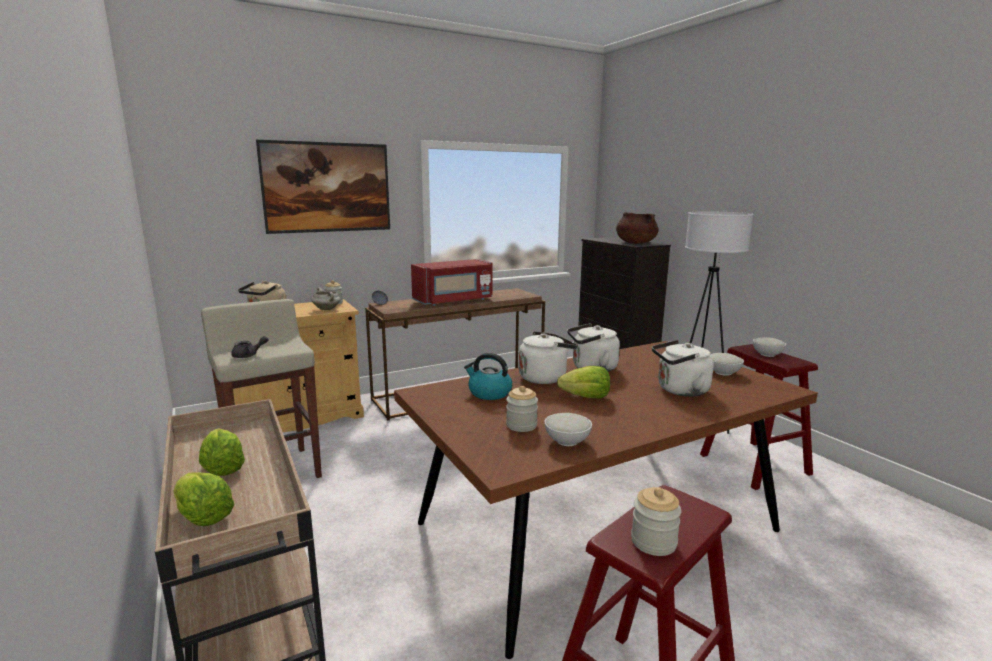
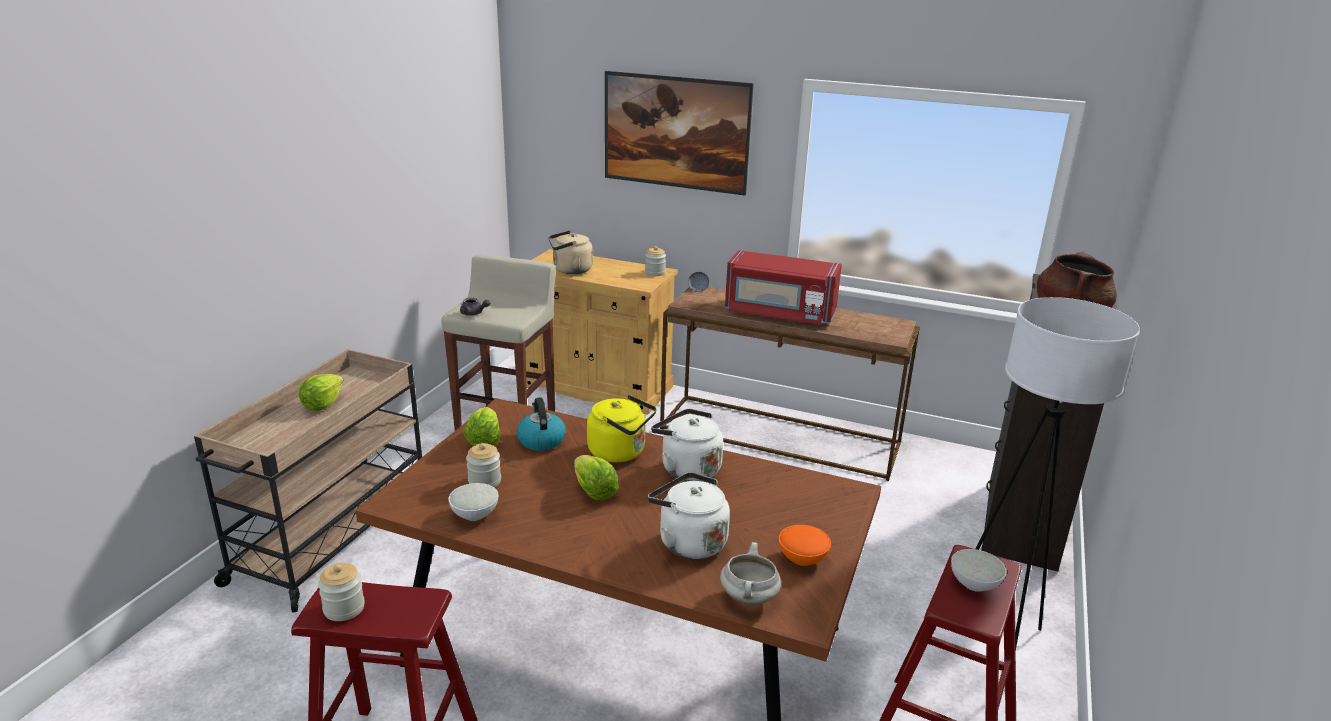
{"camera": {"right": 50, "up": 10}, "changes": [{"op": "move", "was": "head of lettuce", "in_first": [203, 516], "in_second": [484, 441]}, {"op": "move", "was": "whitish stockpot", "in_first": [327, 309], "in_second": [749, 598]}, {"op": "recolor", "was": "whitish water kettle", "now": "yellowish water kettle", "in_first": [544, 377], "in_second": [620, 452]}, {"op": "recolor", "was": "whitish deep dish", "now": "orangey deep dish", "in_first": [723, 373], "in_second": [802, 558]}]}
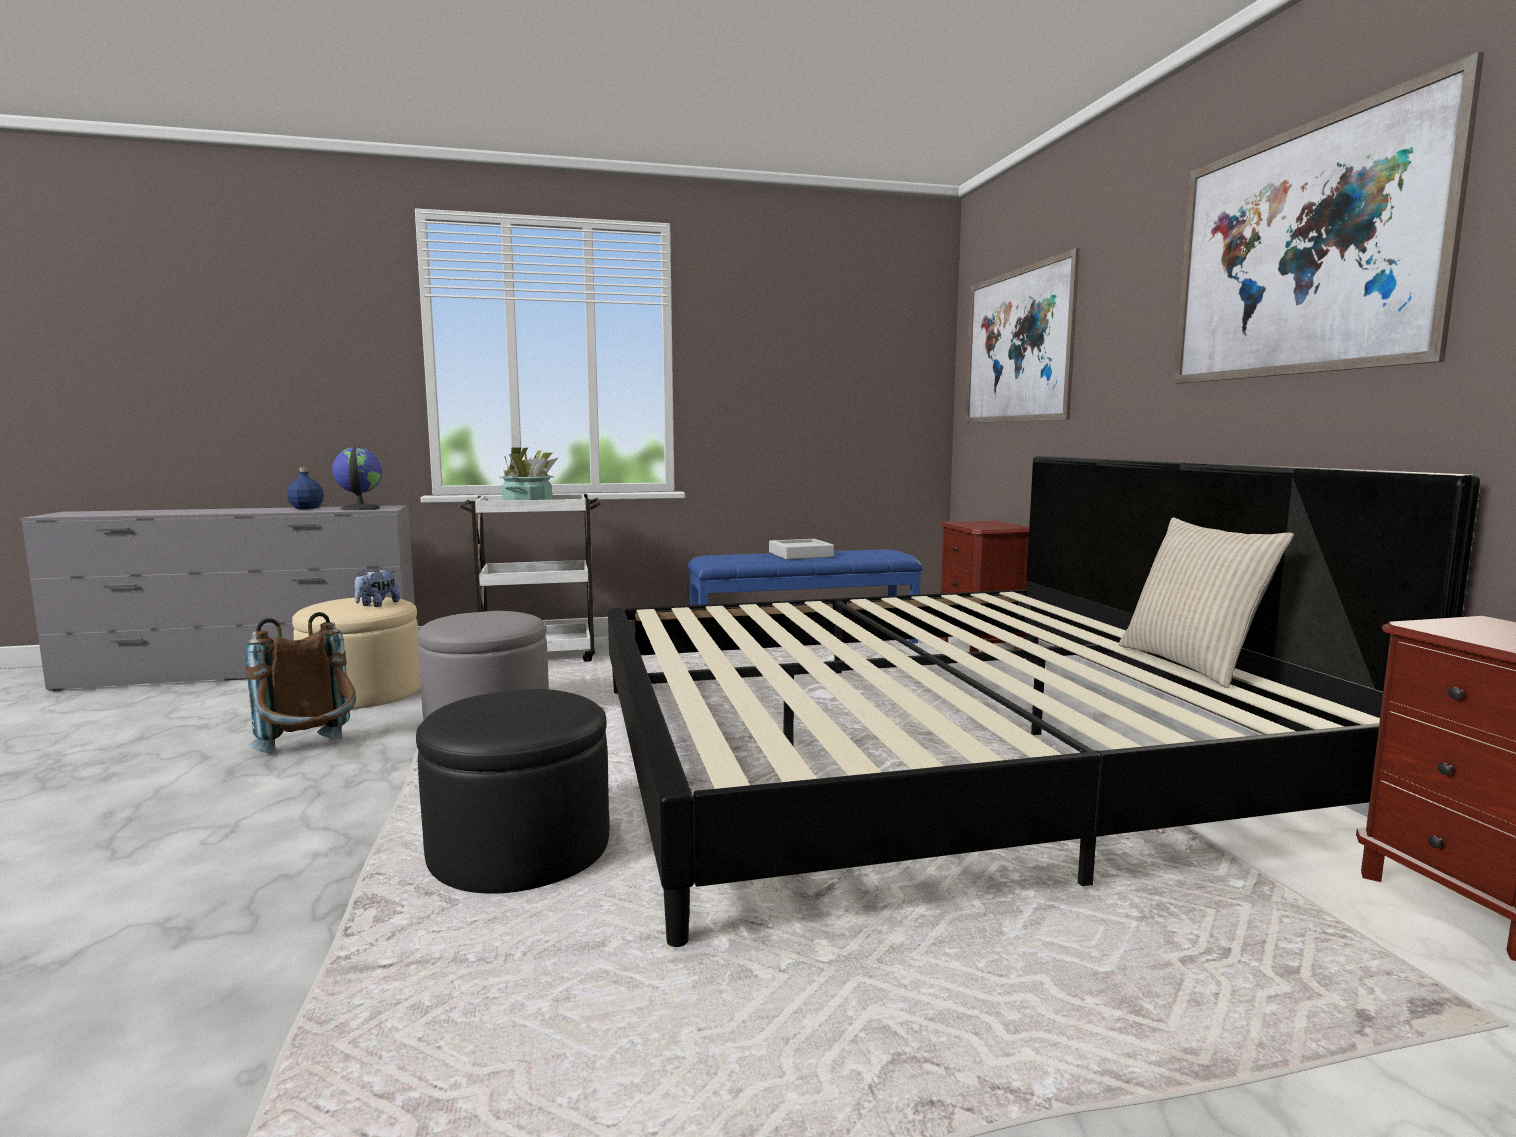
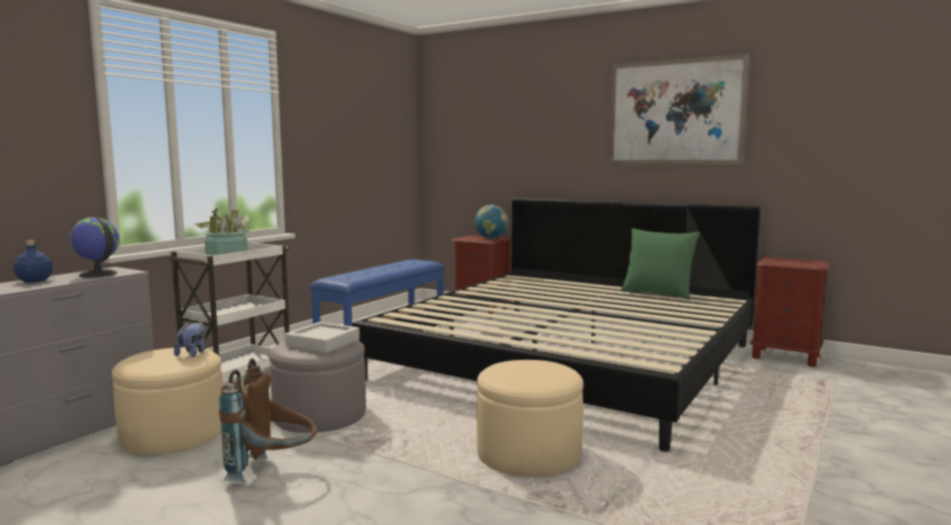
{"camera": {"right": -45, "up": 0}, "changes": [{"op": "delete", "was": "wall picture", "in_first": [1016, 346]}, {"op": "insert", "now": "globe", "in_second": [491, 238]}, {"op": "move", "was": "greyish tray", "in_first": [800, 555], "in_second": [323, 343]}, {"op": "recolor", "was": "blackish ottoman", "now": "beige ottoman", "in_first": [520, 848], "in_second": [528, 453]}, {"op": "recolor", "was": "beige pillow", "now": "green pillow", "in_first": [1191, 664], "in_second": [658, 293]}, {"op": "rotate", "was": "cuddly toy", "in_first": [377, 605], "in_second": [192, 353], "clockwise": -150}]}
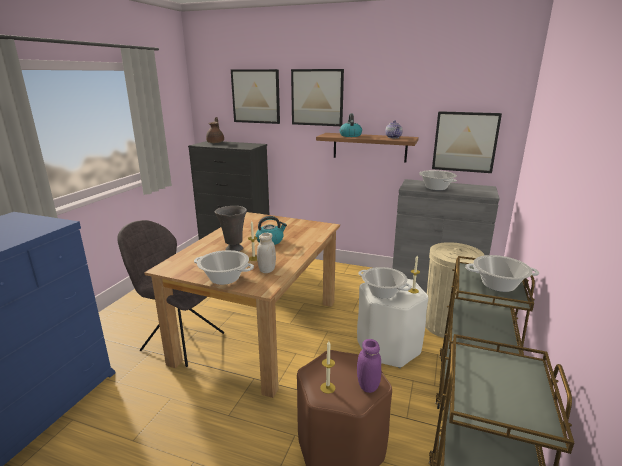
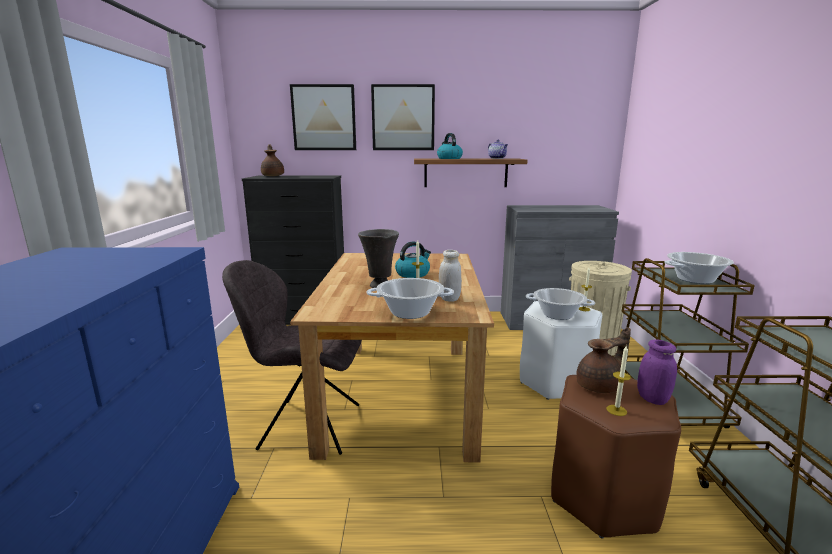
{"camera": {"right": -20, "up": -5}, "changes": [{"op": "delete", "was": "stockpot", "in_first": [436, 188]}, {"op": "delete", "was": "wall picture", "in_first": [465, 142]}, {"op": "insert", "now": "brownish teapot", "in_second": [600, 386]}]}
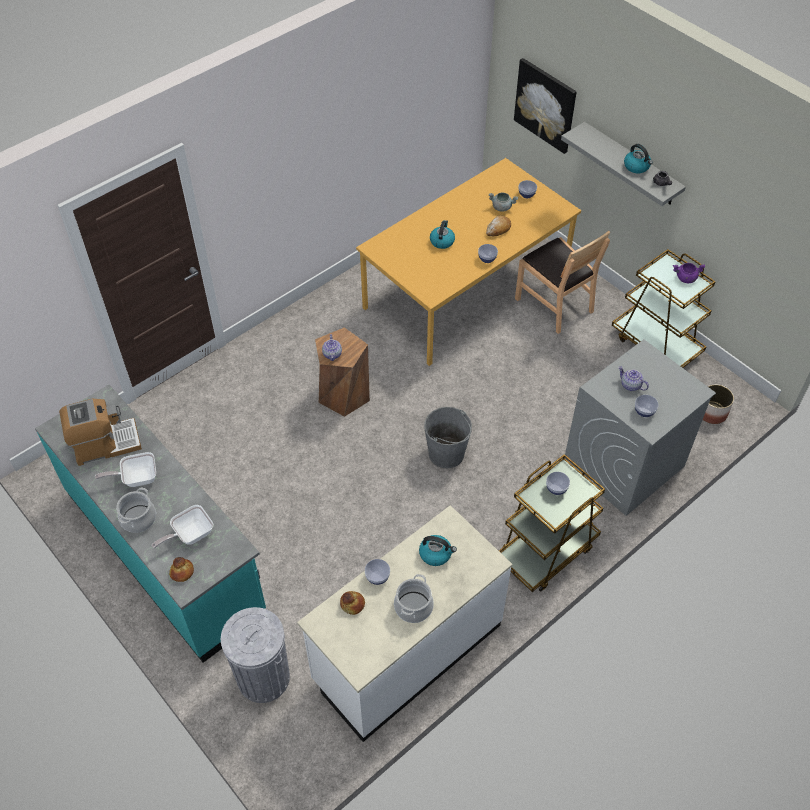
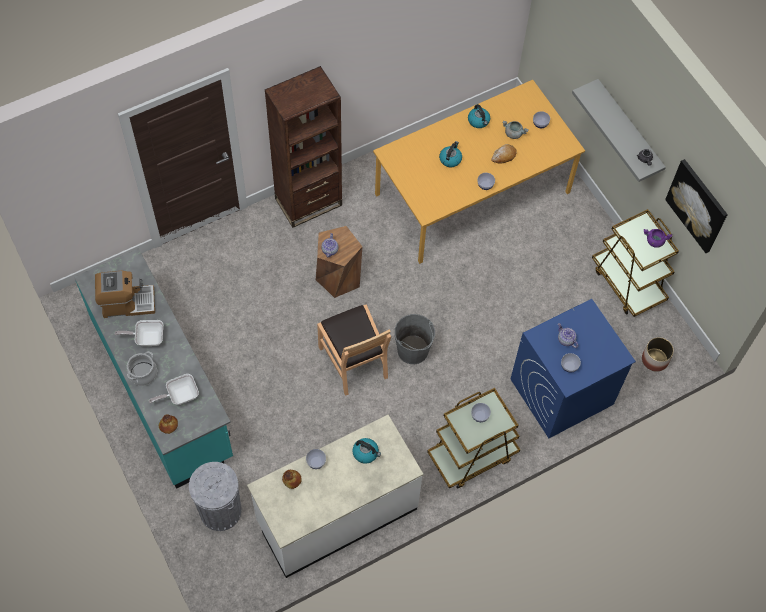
{"camera": {"right": 10, "up": 10}, "changes": [{"op": "delete", "was": "stockpot", "in_first": [413, 607]}, {"op": "insert", "now": "brownish bookshelf", "in_second": [308, 202]}, {"op": "move", "was": "wall picture", "in_first": [545, 105], "in_second": [697, 205]}, {"op": "move", "was": "brownish plain chair", "in_first": [554, 304], "in_second": [354, 361]}, {"op": "move", "was": "water kettle", "in_first": [637, 167], "in_second": [479, 121]}, {"op": "recolor", "was": "greyish washing machine", "now": "blue washing machine", "in_first": [623, 465], "in_second": [561, 392]}]}
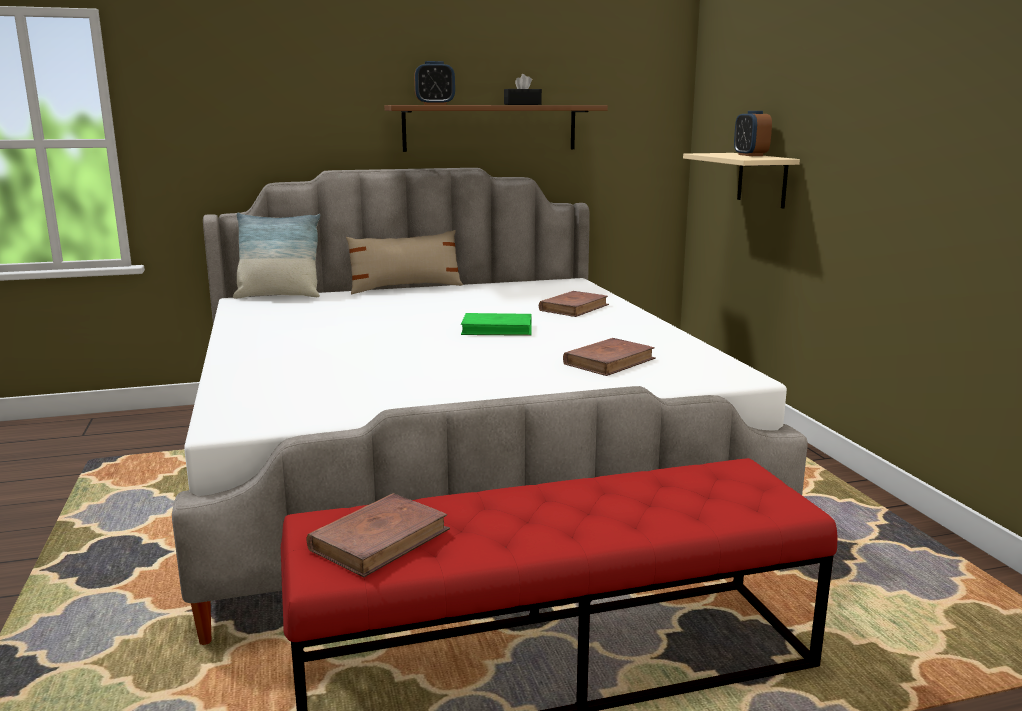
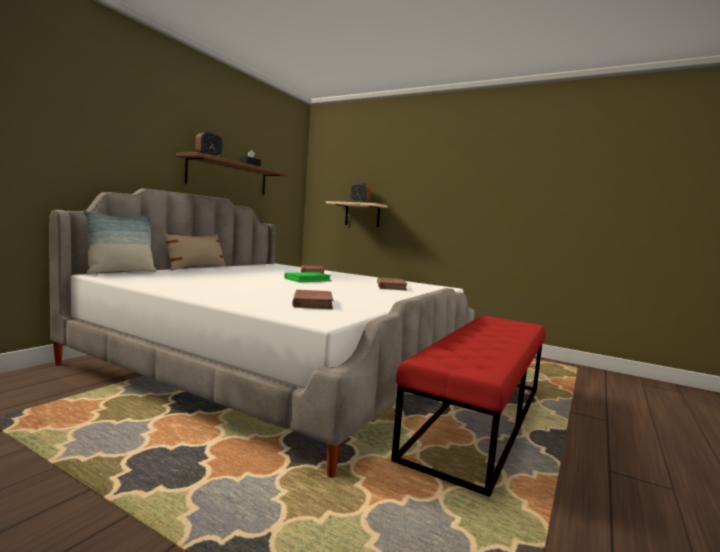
{"camera": {"right": -45, "up": -10}, "changes": [{"op": "move", "was": "brownish volume", "in_first": [380, 539], "in_second": [312, 303]}]}
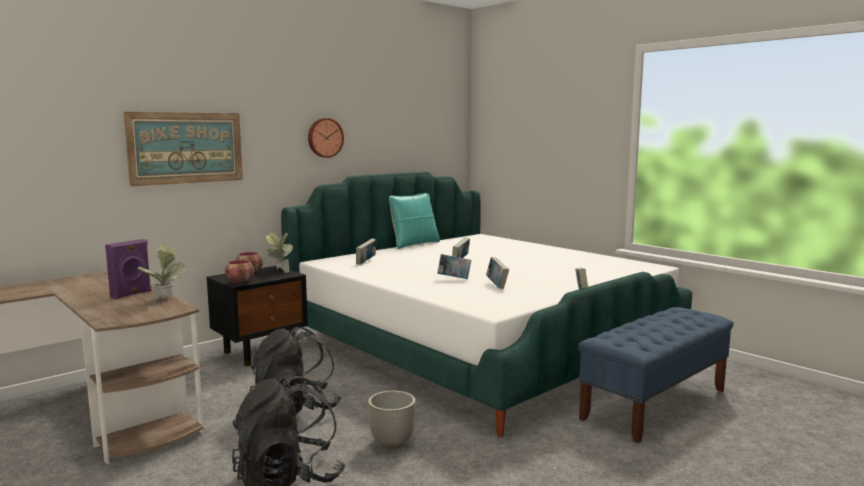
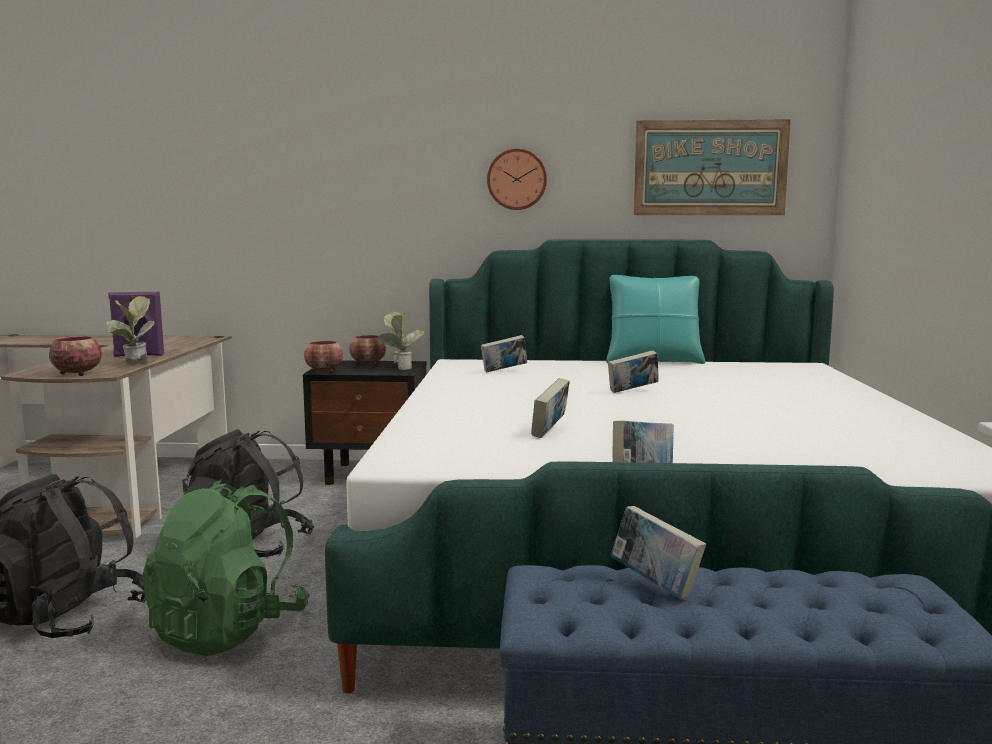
{"camera": {"right": 45, "up": 0}, "changes": [{"op": "insert", "now": "deep dish", "in_second": [77, 374]}, {"op": "move", "was": "wall picture", "in_first": [186, 148], "in_second": [710, 168]}, {"op": "move", "was": "volume", "in_first": [454, 279], "in_second": [655, 585]}, {"op": "replace", "was": "flower pot", "now": "green knapsack", "in_first": [392, 442], "in_second": [229, 630]}]}
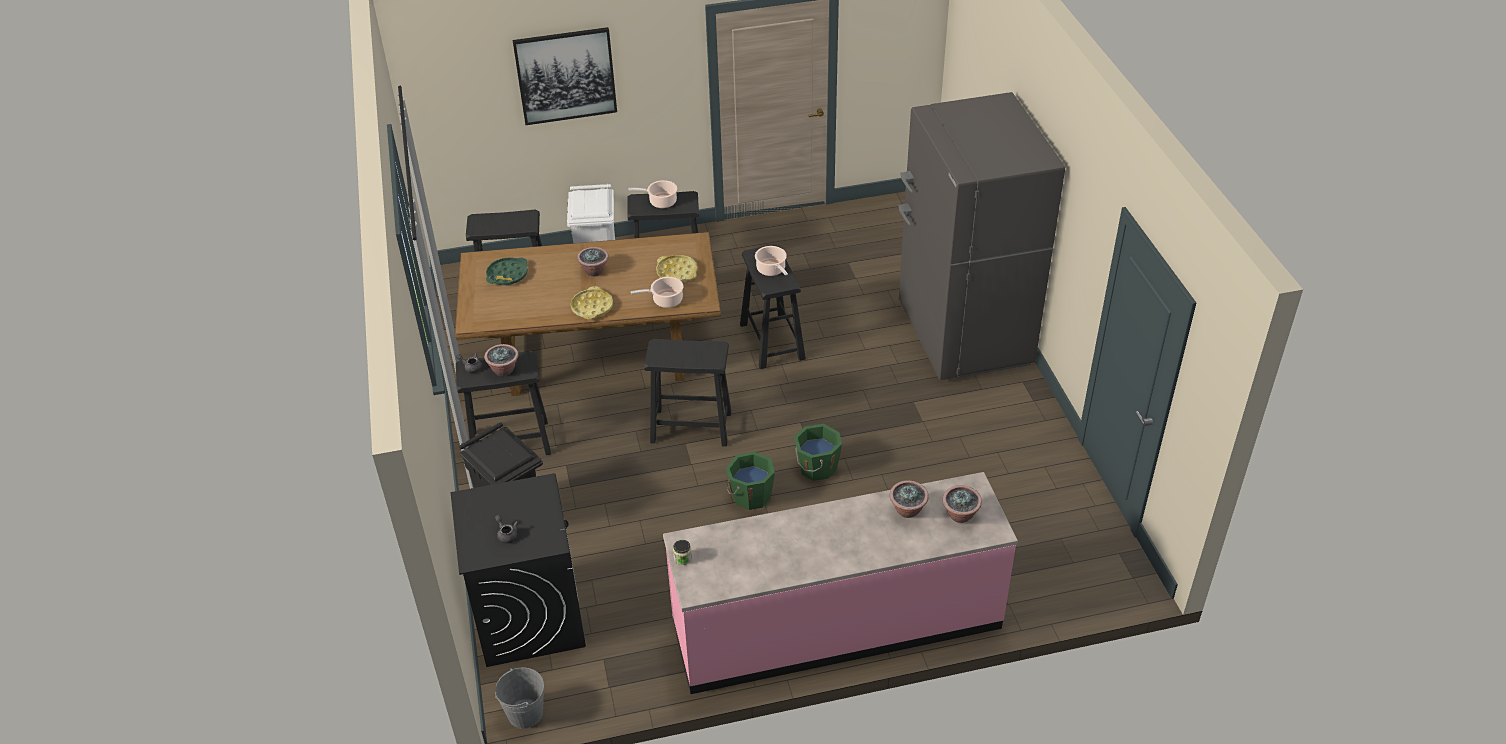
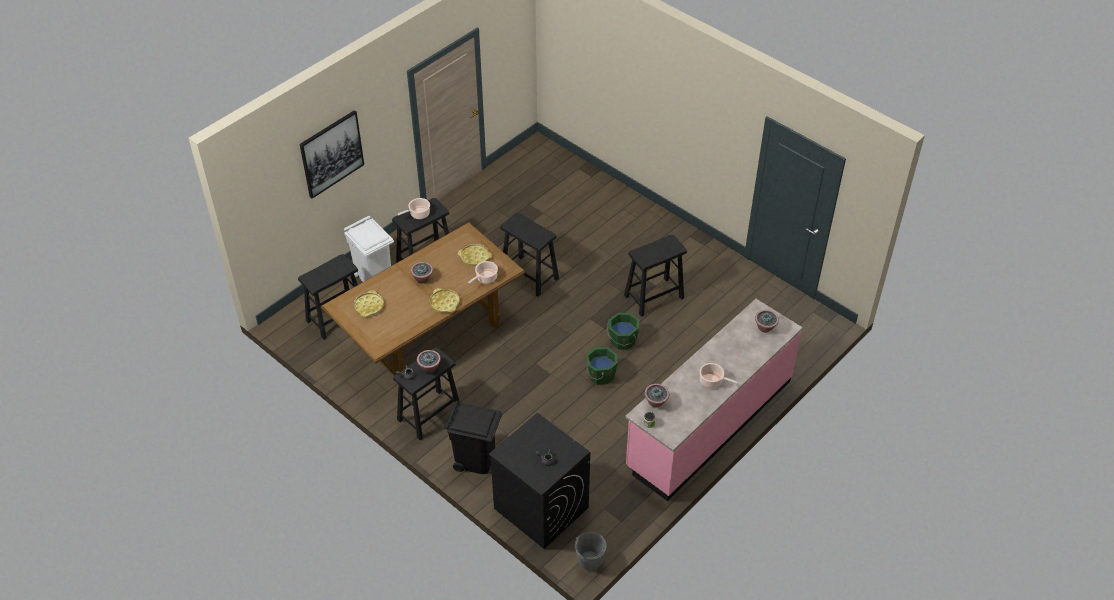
{"camera": {"right": -35, "up": 5}, "changes": [{"op": "delete", "was": "greyish kitchen fridge", "in_first": [963, 335]}, {"op": "move", "was": "blackish sitting stool", "in_first": [690, 427], "in_second": [653, 297]}, {"op": "move", "was": "stockpot", "in_first": [771, 270], "in_second": [712, 381]}, {"op": "move", "was": "plant in a pot", "in_first": [908, 510], "in_second": [656, 402]}, {"op": "recolor", "was": "green tray", "now": "yellowish tray", "in_first": [507, 275], "in_second": [369, 306]}]}
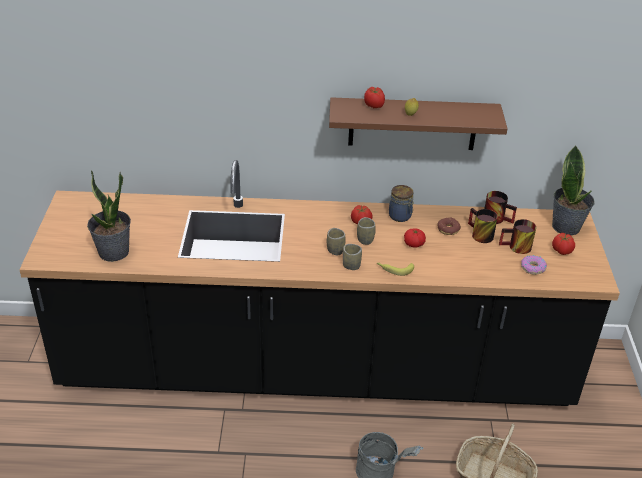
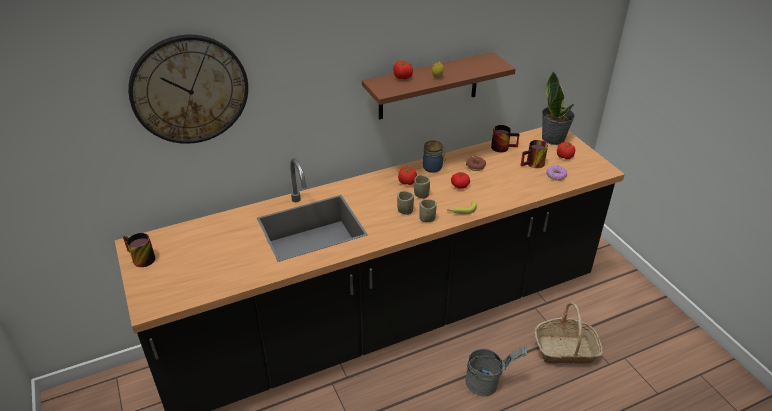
{"camera": {"right": -25, "up": 0}, "changes": [{"op": "delete", "was": "plant in a pot", "in_first": [113, 252]}, {"op": "insert", "now": "hanging clock", "in_second": [189, 90]}, {"op": "move", "was": "mug", "in_first": [478, 235], "in_second": [139, 259]}]}
